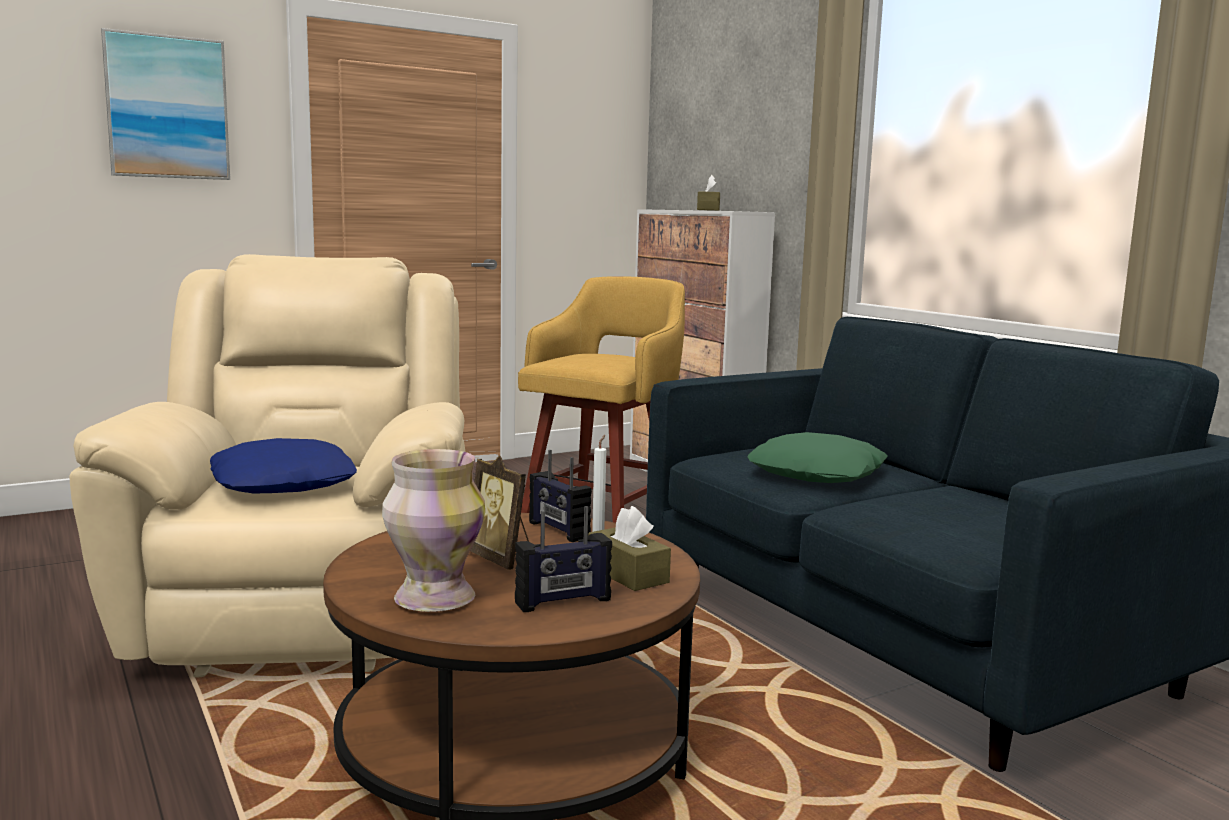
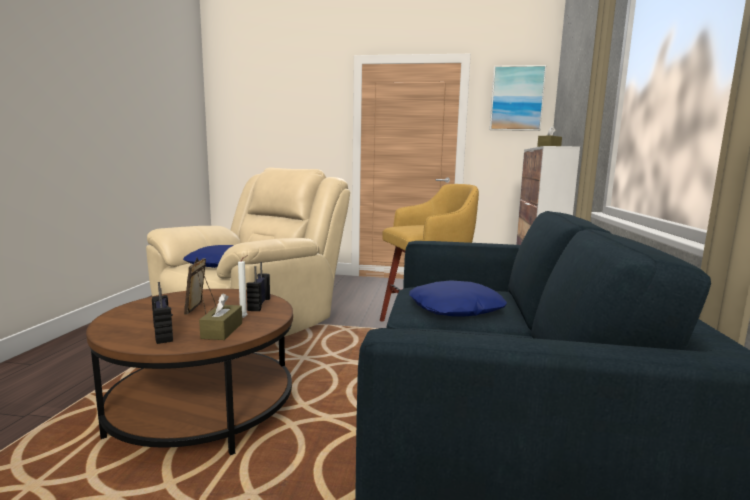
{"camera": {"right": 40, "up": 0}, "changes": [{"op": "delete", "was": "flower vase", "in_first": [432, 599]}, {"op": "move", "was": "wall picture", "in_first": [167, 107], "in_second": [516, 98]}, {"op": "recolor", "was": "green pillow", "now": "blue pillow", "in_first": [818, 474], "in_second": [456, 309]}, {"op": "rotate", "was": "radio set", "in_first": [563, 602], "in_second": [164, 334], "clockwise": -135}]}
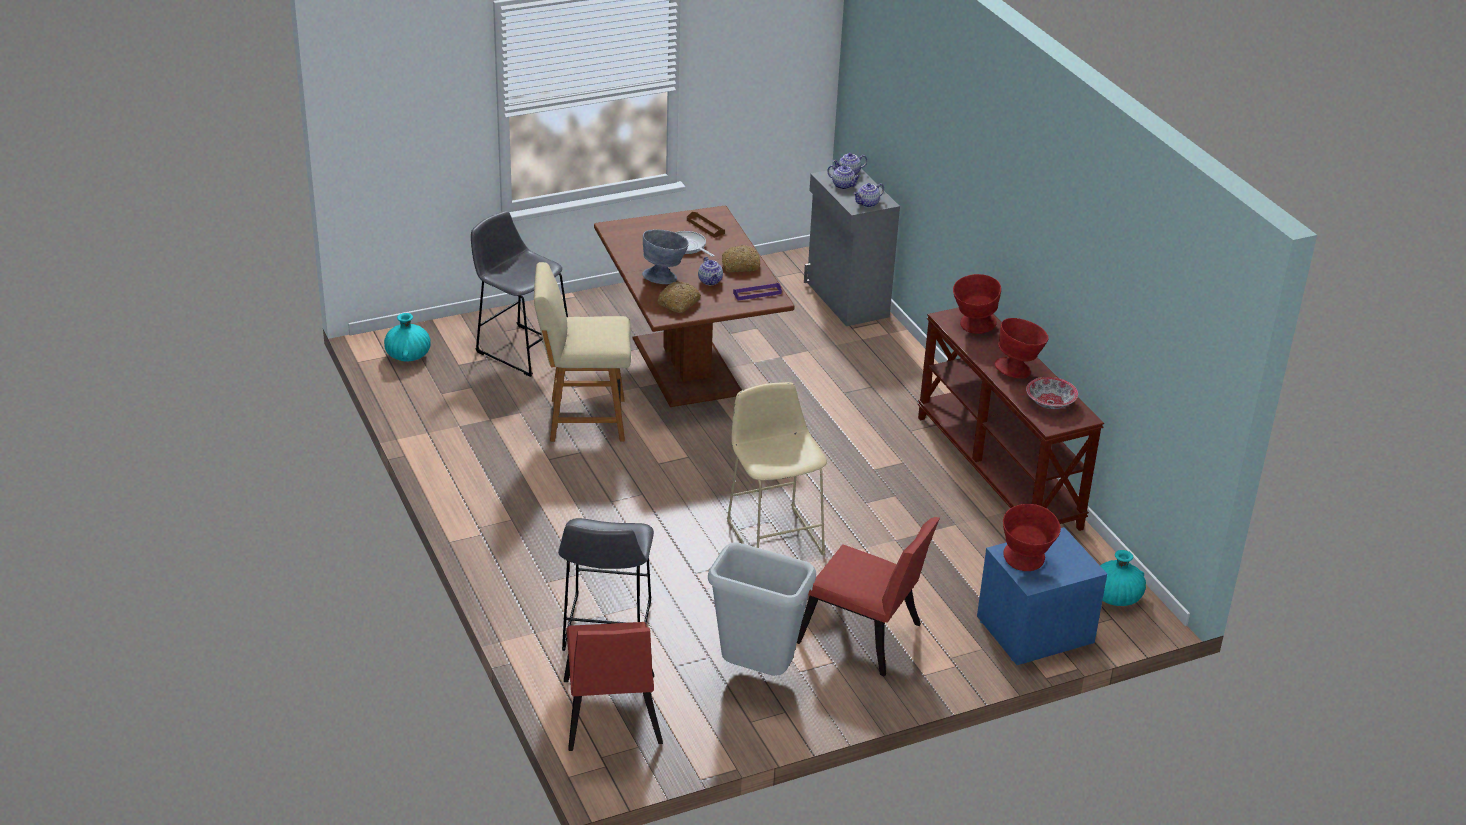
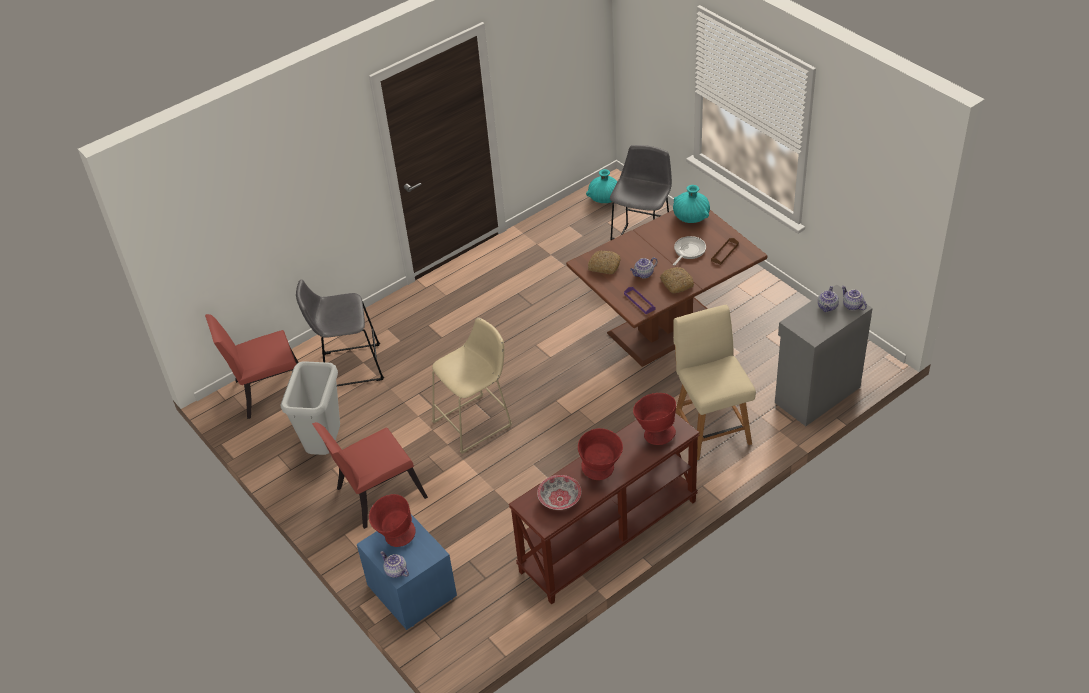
{"camera": {"right": 80, "up": 10}, "changes": [{"op": "delete", "was": "greyish deep dish", "in_first": [664, 276]}, {"op": "move", "was": "beige plain chair", "in_first": [583, 420], "in_second": [711, 429]}, {"op": "move", "was": "teapot", "in_first": [867, 204], "in_second": [395, 571]}, {"op": "move", "was": "turquoise flower vase", "in_first": [1115, 597], "in_second": [691, 217]}, {"op": "rotate", "was": "reddish plain chair", "in_first": [865, 638], "in_second": [375, 494], "clockwise": 45}]}
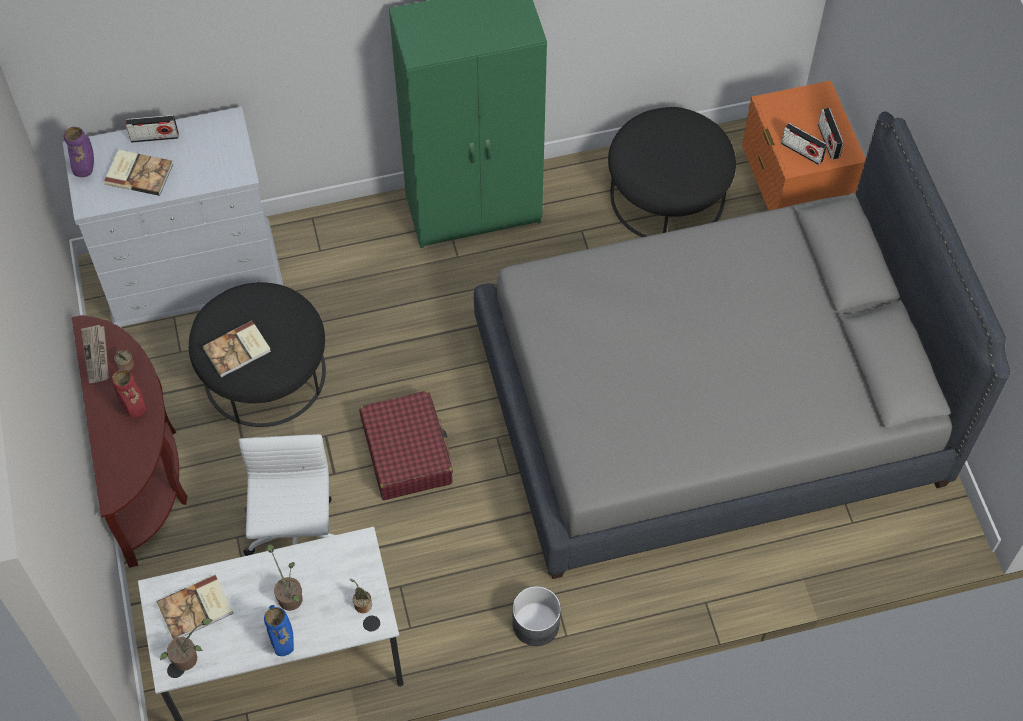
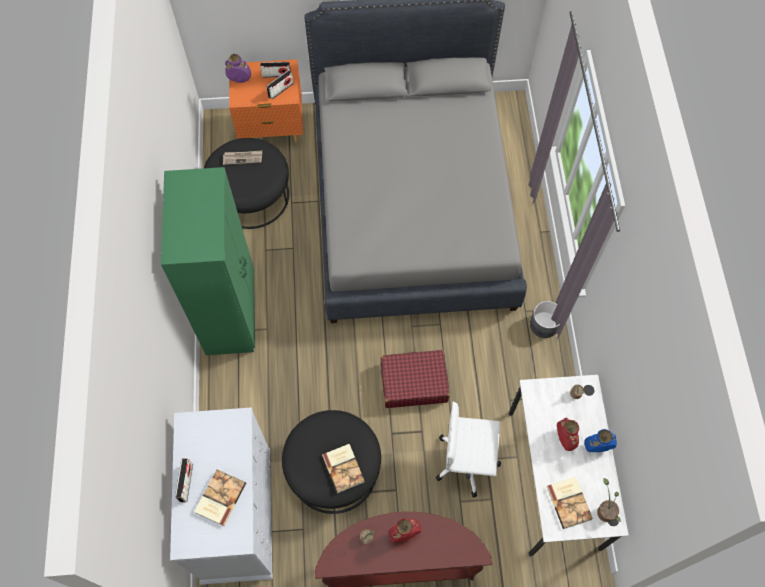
{"camera": {"right": -80, "up": 5}, "changes": [{"op": "move", "was": "purple-coloured flower vase", "in_first": [85, 168], "in_second": [240, 80]}, {"op": "move", "was": "newspaper", "in_first": [97, 355], "in_second": [243, 158]}, {"op": "replace", "was": "plant in a pot", "now": "reddish flower vase", "in_first": [289, 595], "in_second": [564, 439]}]}
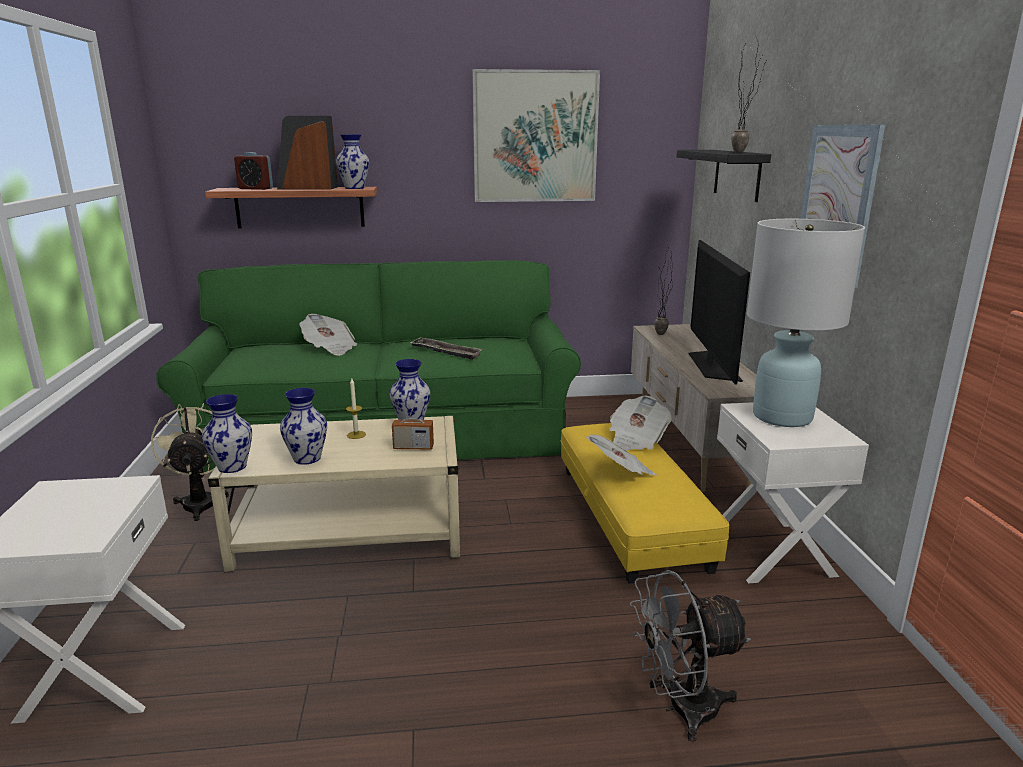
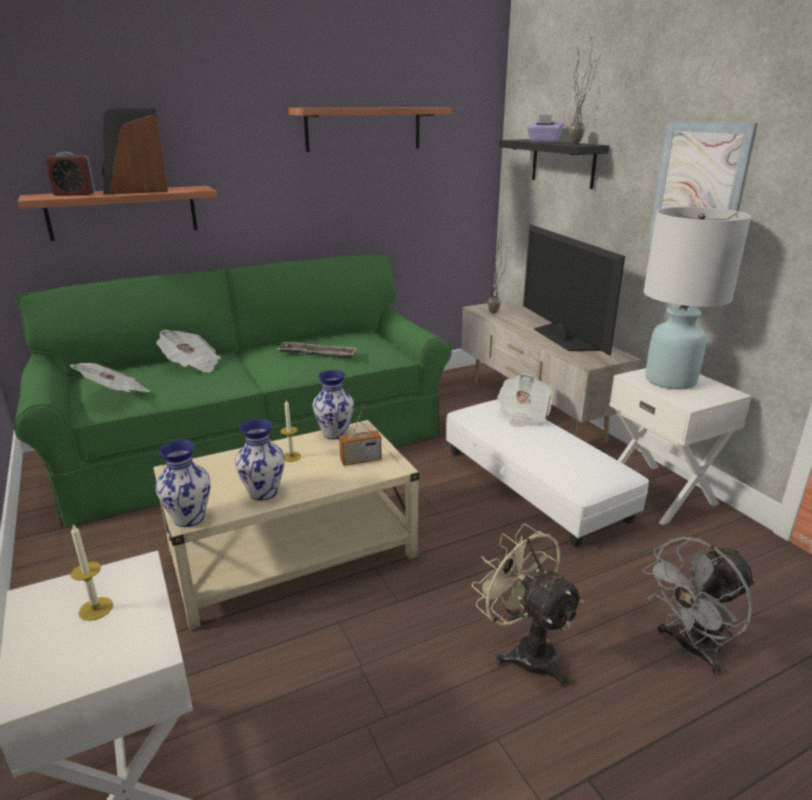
{"camera": {"right": -20, "up": 5}, "changes": [{"op": "delete", "was": "flower vase", "in_first": [354, 188]}, {"op": "insert", "now": "wax candle", "in_second": [96, 609]}, {"op": "insert", "now": "purple-coloured tissue holder", "in_second": [543, 141]}, {"op": "move", "was": "beige electric fan", "in_first": [201, 501], "in_second": [525, 650]}, {"op": "move", "was": "newspaper", "in_first": [620, 472], "in_second": [115, 394]}, {"op": "replace", "was": "wall picture", "now": "bracket shelf", "in_first": [535, 137], "in_second": [363, 129]}, {"op": "recolor", "was": "yellowish ottoman", "now": "whitish ottoman", "in_first": [631, 516], "in_second": [534, 484]}]}
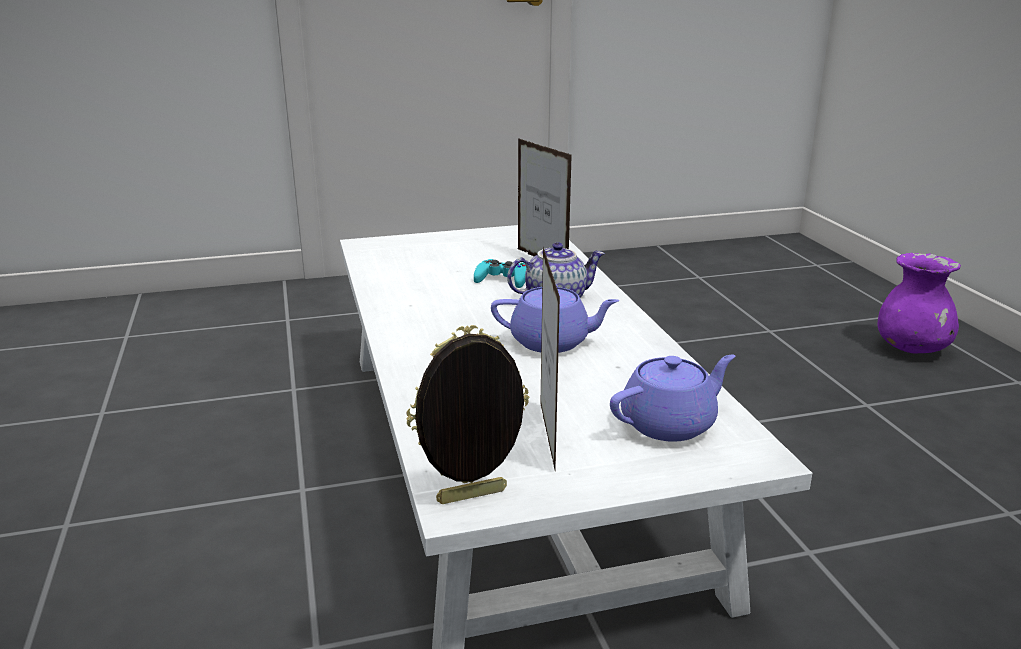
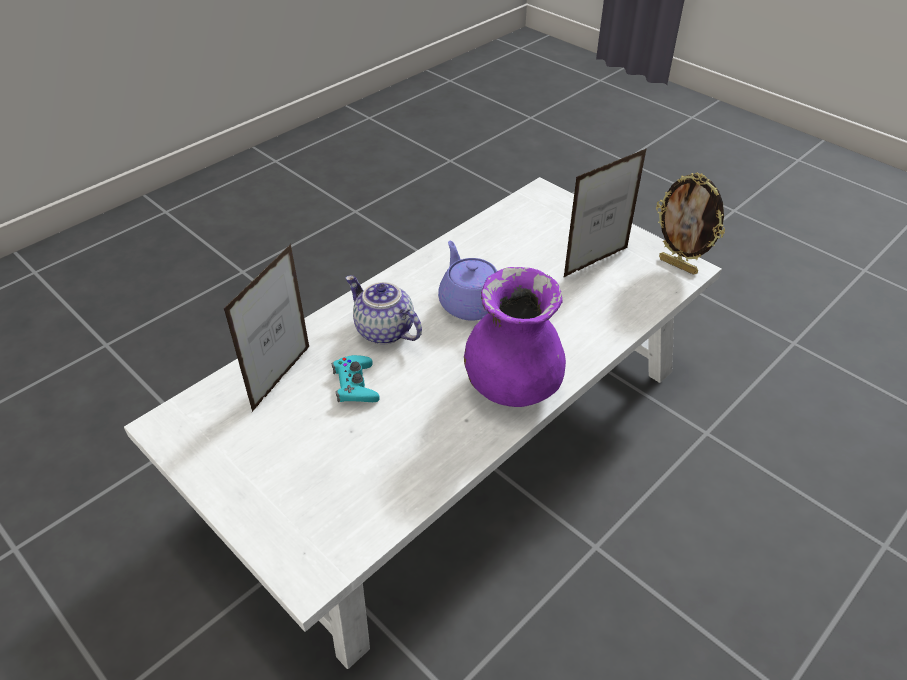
{"camera": {"right": -120, "up": 20}, "changes": [{"op": "delete", "was": "purple-coloured teapot", "in_first": [670, 424]}, {"op": "move", "was": "purple-coloured flower vase", "in_first": [911, 349], "in_second": [512, 386]}]}
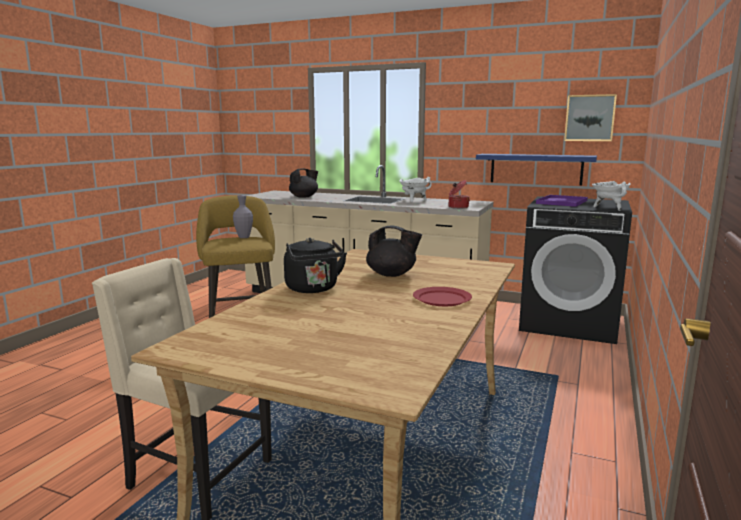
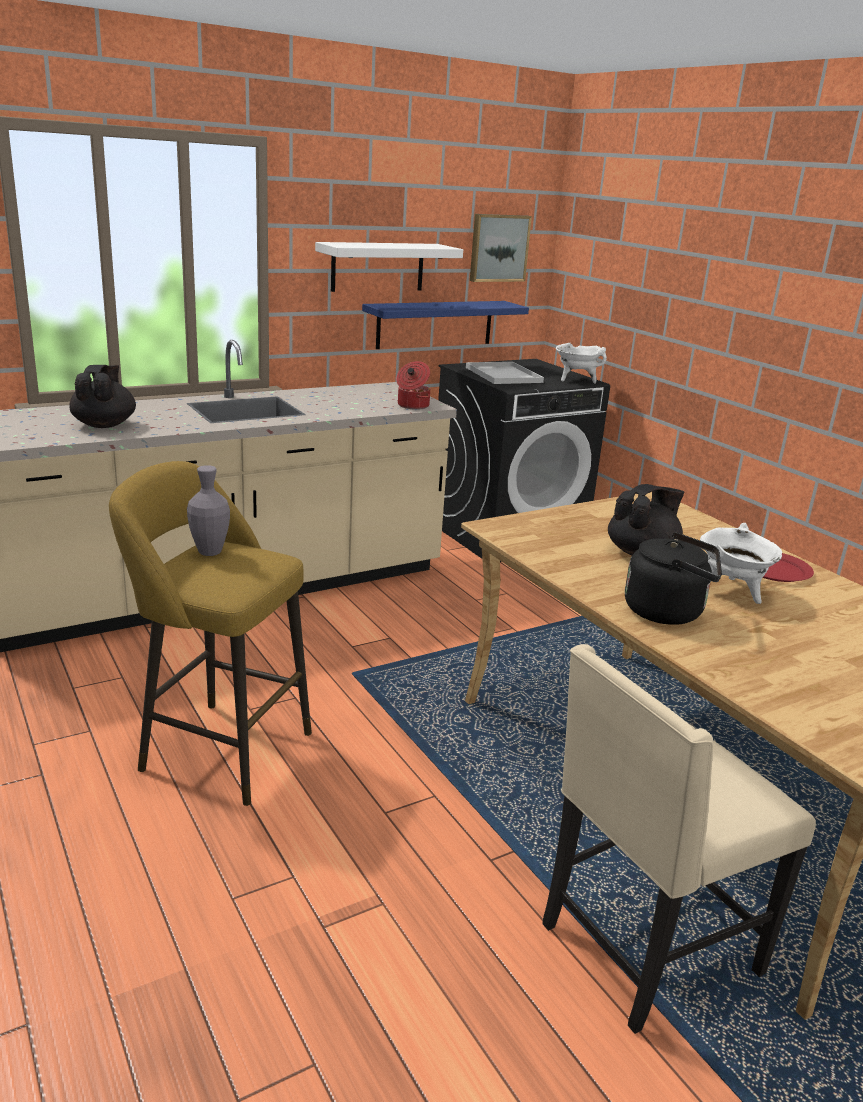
{"camera": {"right": -55, "up": 10}, "changes": [{"op": "insert", "now": "whitish bracket shelf", "in_second": [377, 267]}, {"op": "move", "was": "whitish stockpot", "in_first": [414, 201], "in_second": [732, 592]}, {"op": "recolor", "was": "purple-coloured tray", "now": "whitish tray", "in_first": [562, 202], "in_second": [505, 375]}]}
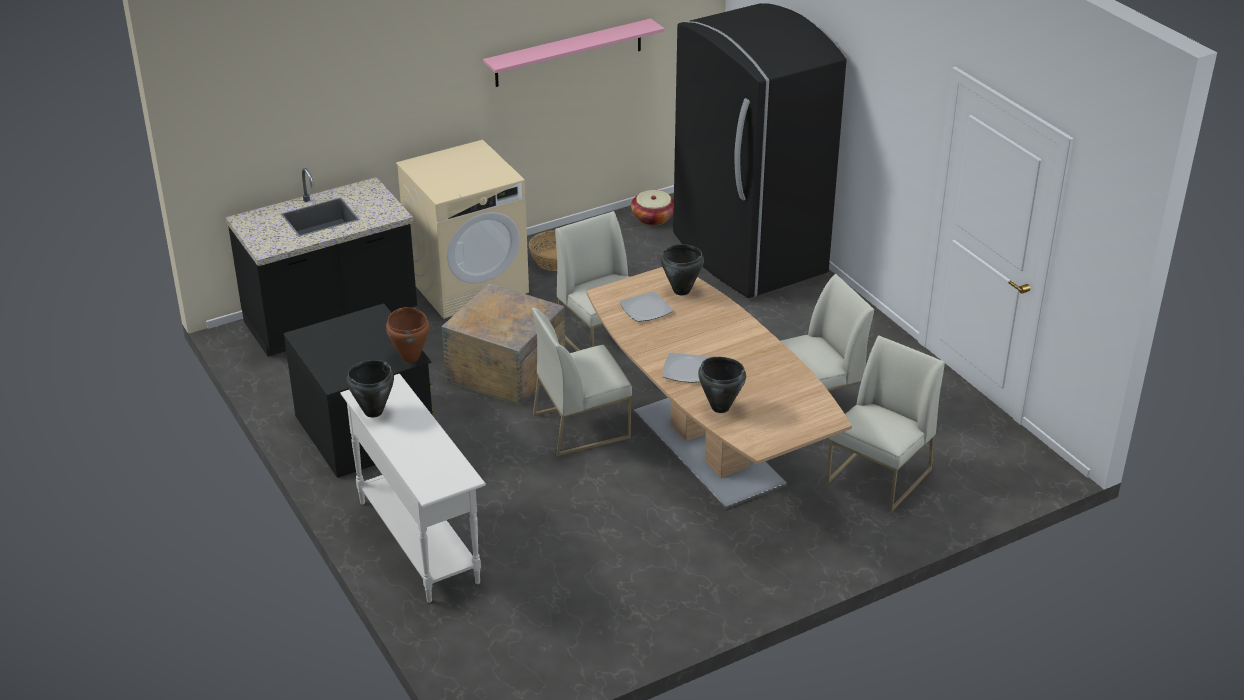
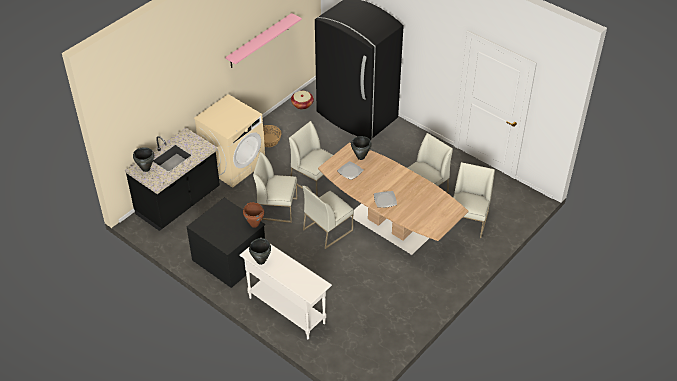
{"camera": {"right": -20, "up": 10}, "changes": [{"op": "move", "was": "blackish stockpot", "in_first": [720, 407], "in_second": [146, 168]}, {"op": "replace", "was": "packing crate", "now": "whitish plain chair", "in_first": [505, 369], "in_second": [277, 208]}]}
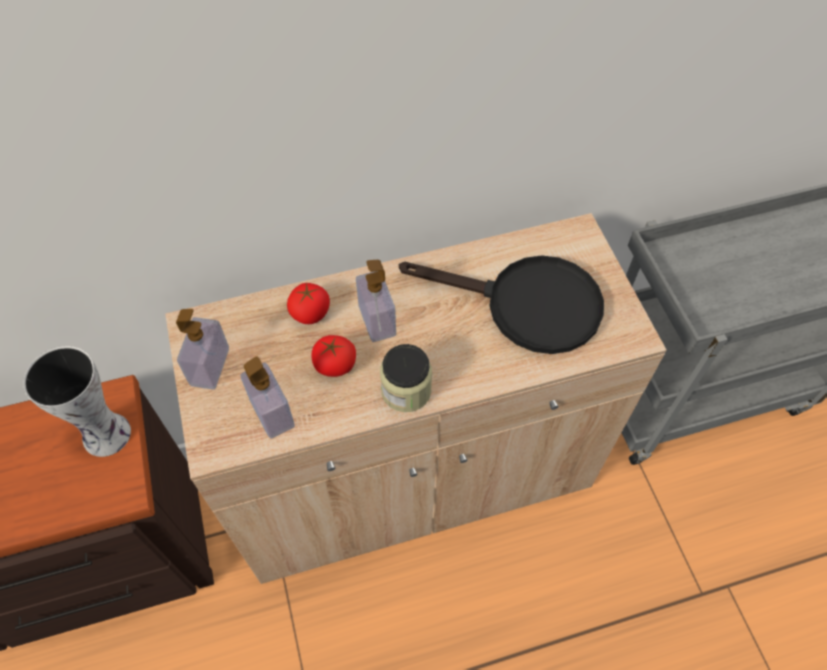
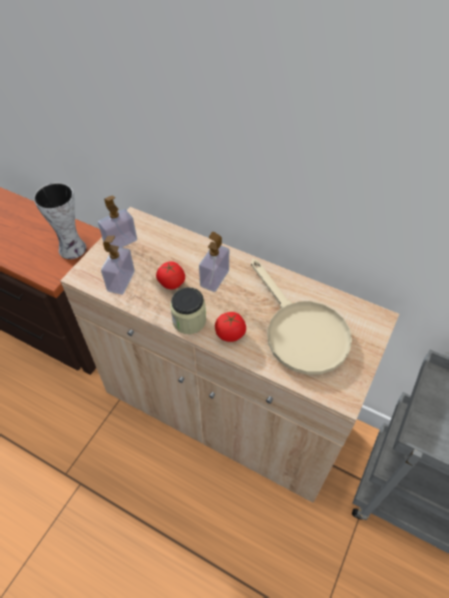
{"camera": {"right": 45, "up": -5}, "changes": [{"op": "move", "was": "tomato", "in_first": [310, 313], "in_second": [230, 333]}, {"op": "recolor", "was": "blackish pan", "now": "beige pan", "in_first": [526, 305], "in_second": [300, 331]}]}
